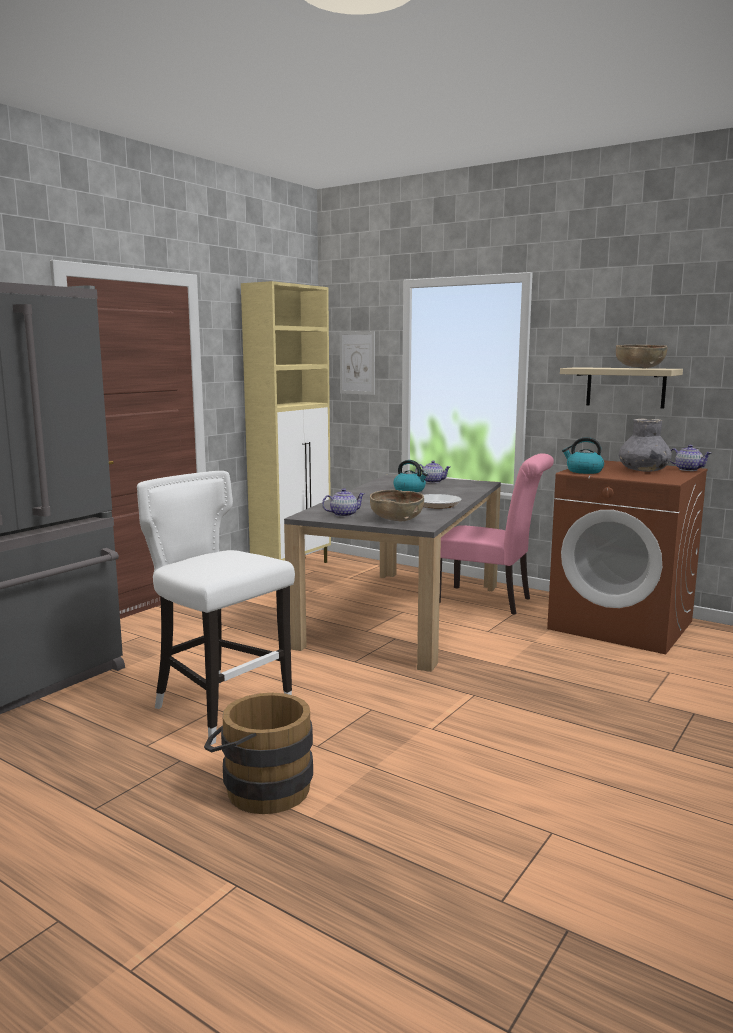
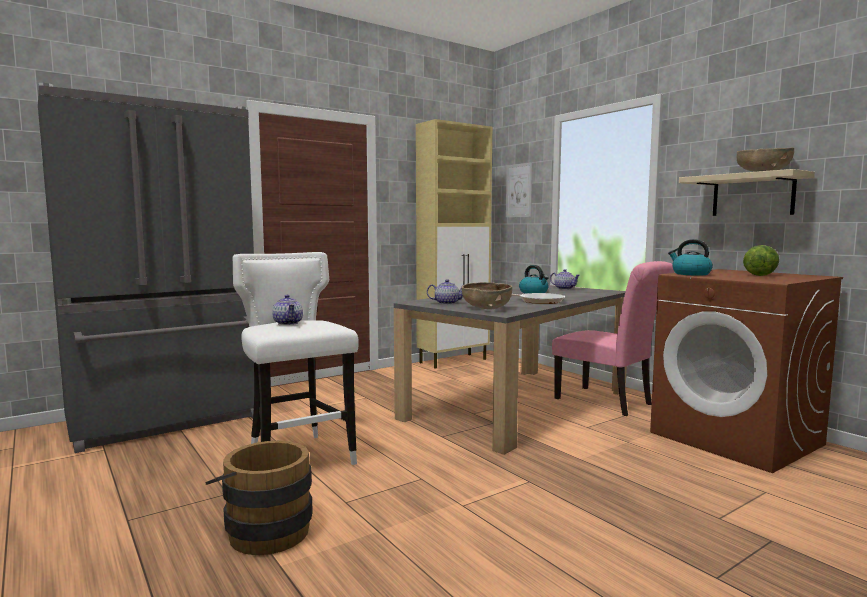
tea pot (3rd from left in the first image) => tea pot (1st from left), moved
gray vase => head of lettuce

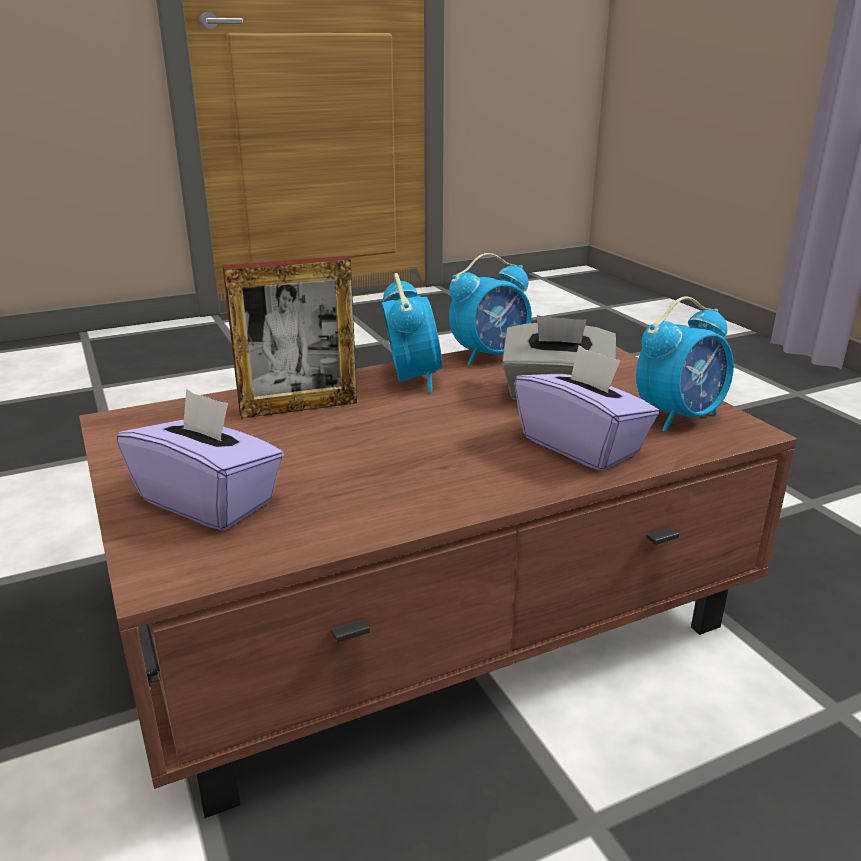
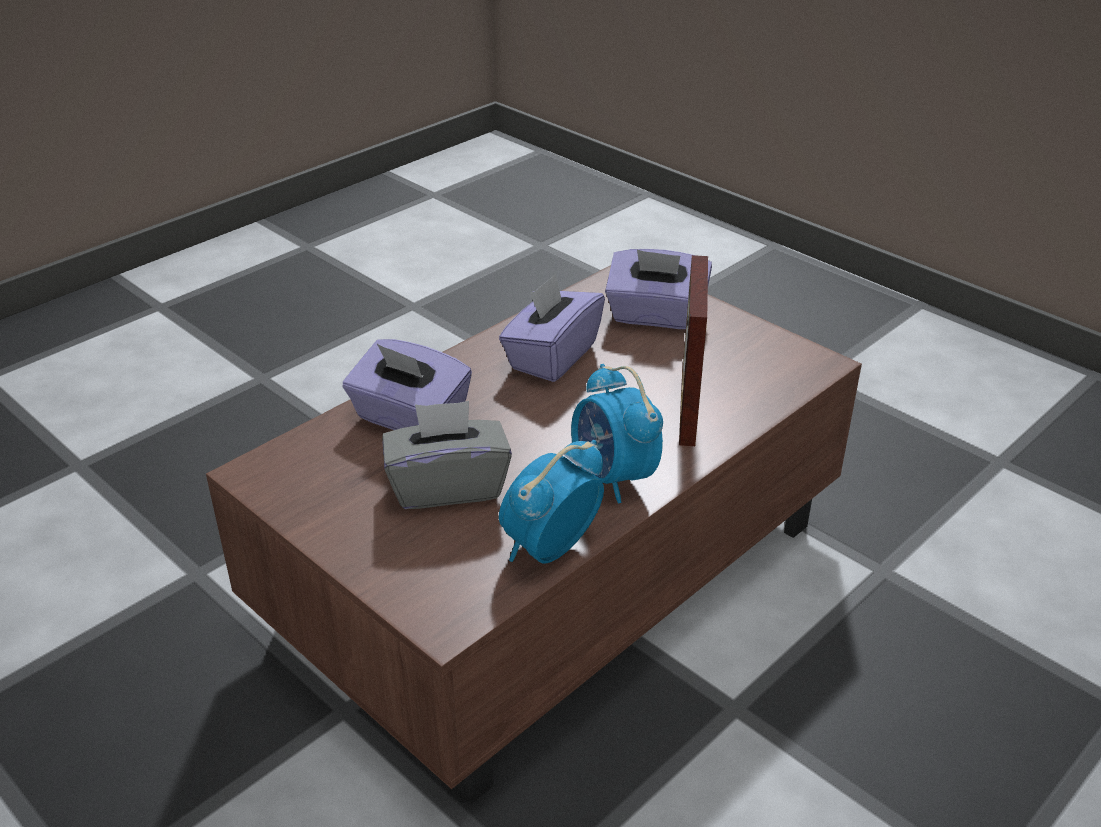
nothing => purplish box of tissues (2nd from left)
photo frame, 45 degrees counterclockwise
table clock (3rd from left) => nothing

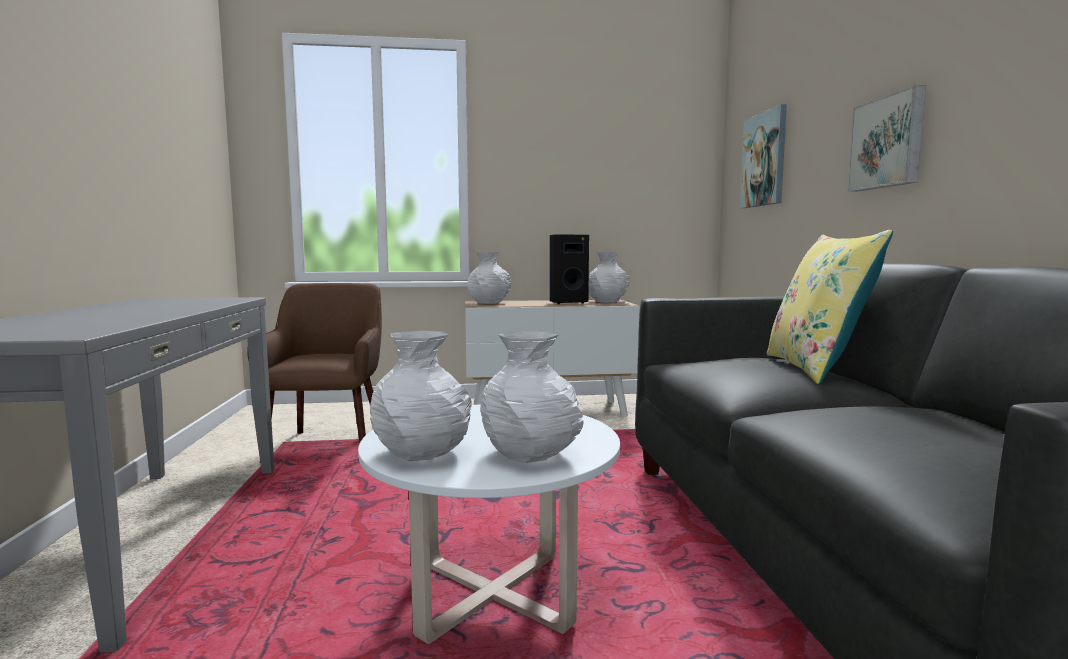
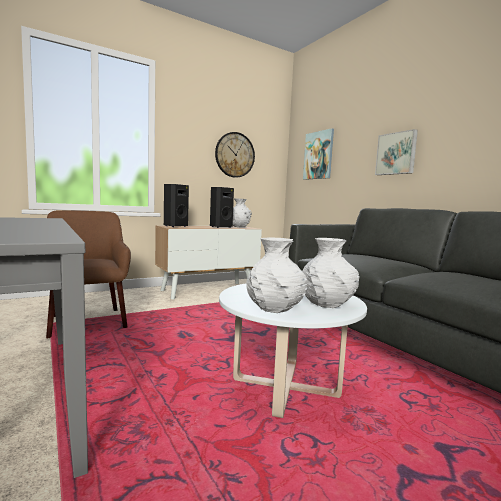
white-coloured vase (2nd from left) => blackish audio speaker (1st from left)
nothing => wall clock
yellow-coloured pillow => nothing

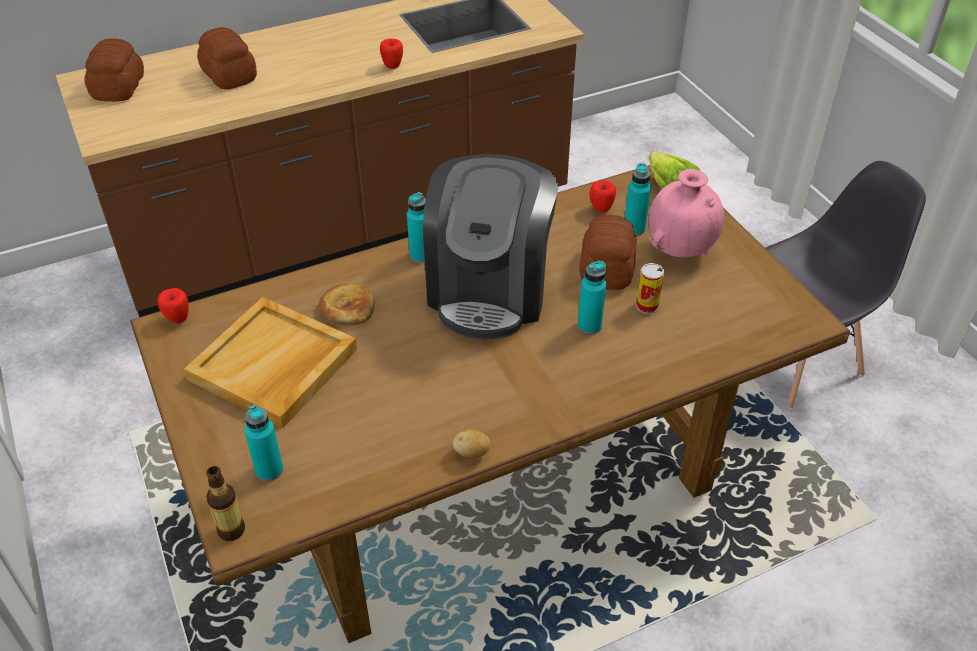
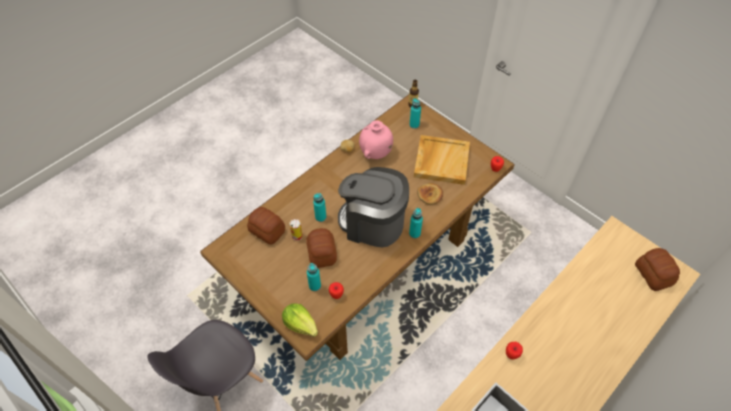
bakery bread (2nd from left in the first image) => bakery bread (1st from left), moved
coffee machine, 60 degrees counterclockwise
pinkish vase, moved

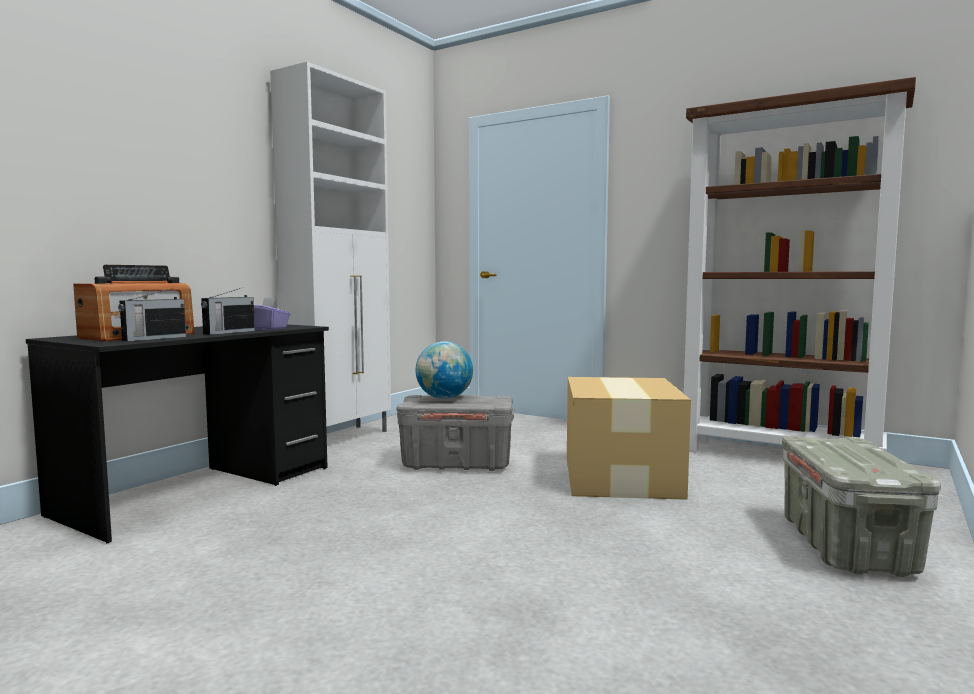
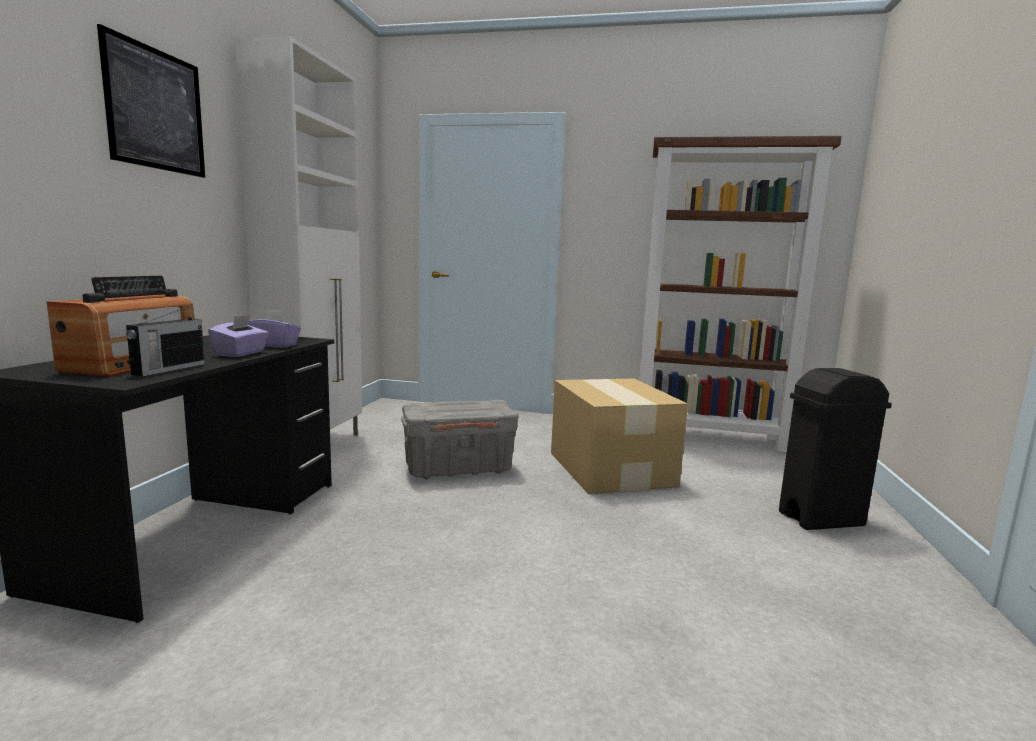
nothing => wall art
radio receiver (3rd from left) => purplish box of tissues (1st from left)
gray storage box (2nd from left) => blackish rubbish bin
globe => nothing

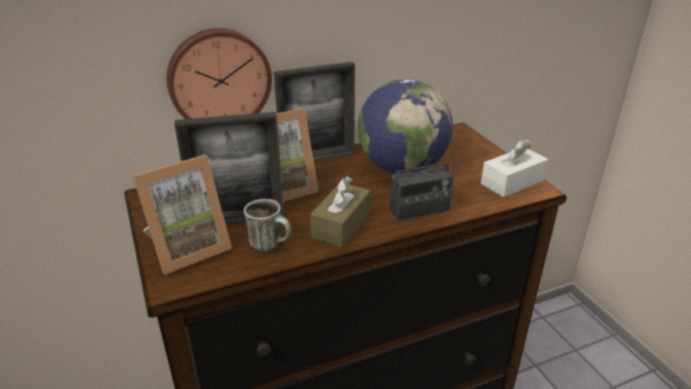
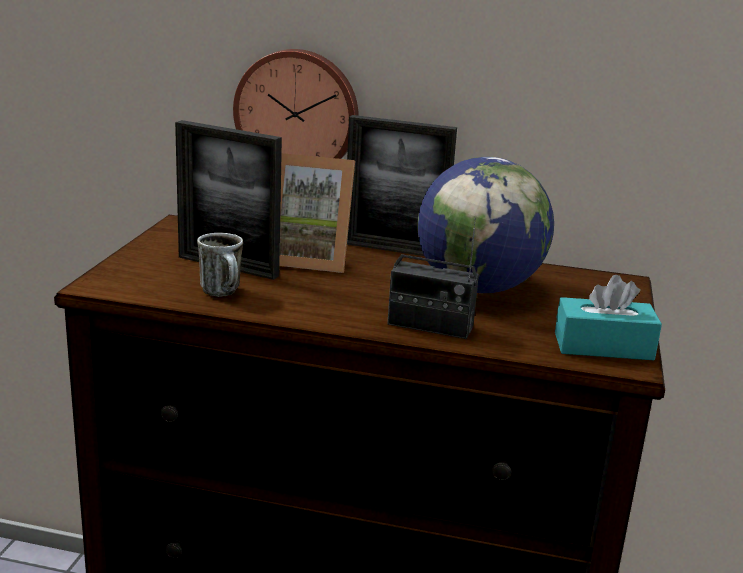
white-coloured box of tissues => turquoise box of tissues
photo frame (1st from left) => nothing
brownish box of tissues => nothing

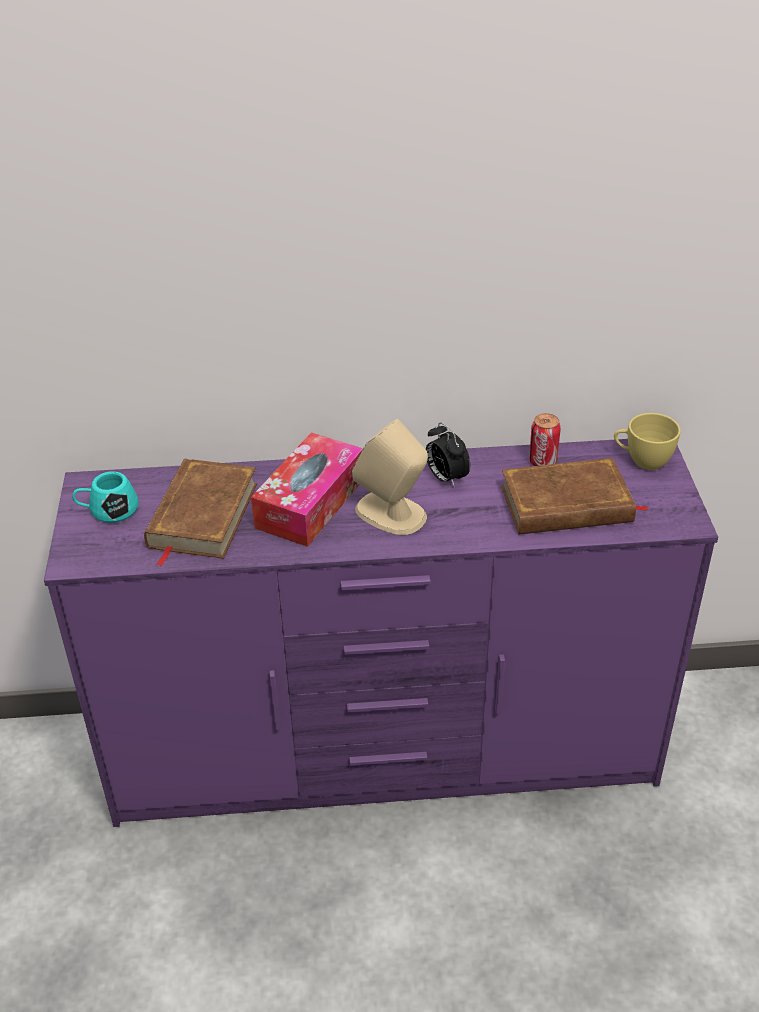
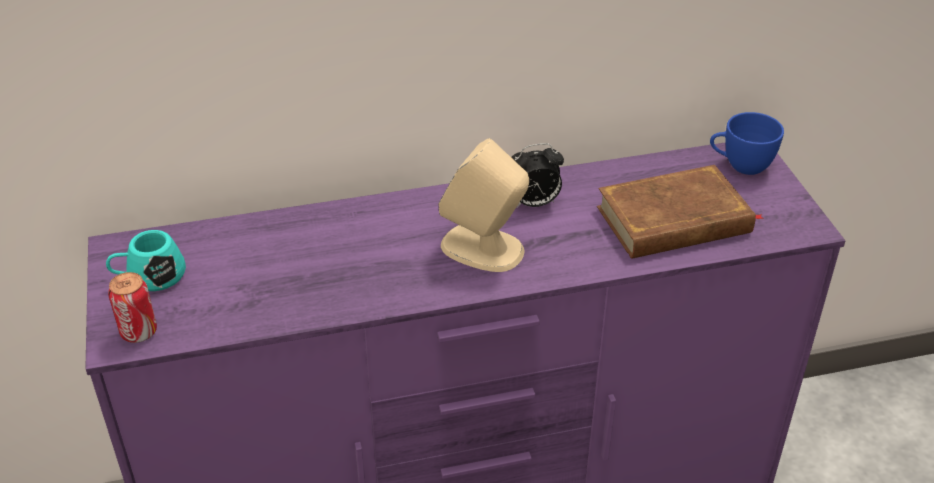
can, moved
table clock, 60 degrees counterclockwise
yellow-coloured small cup => bluish small cup
brownish bound book (1st from left) => nothing
box of tissues => nothing

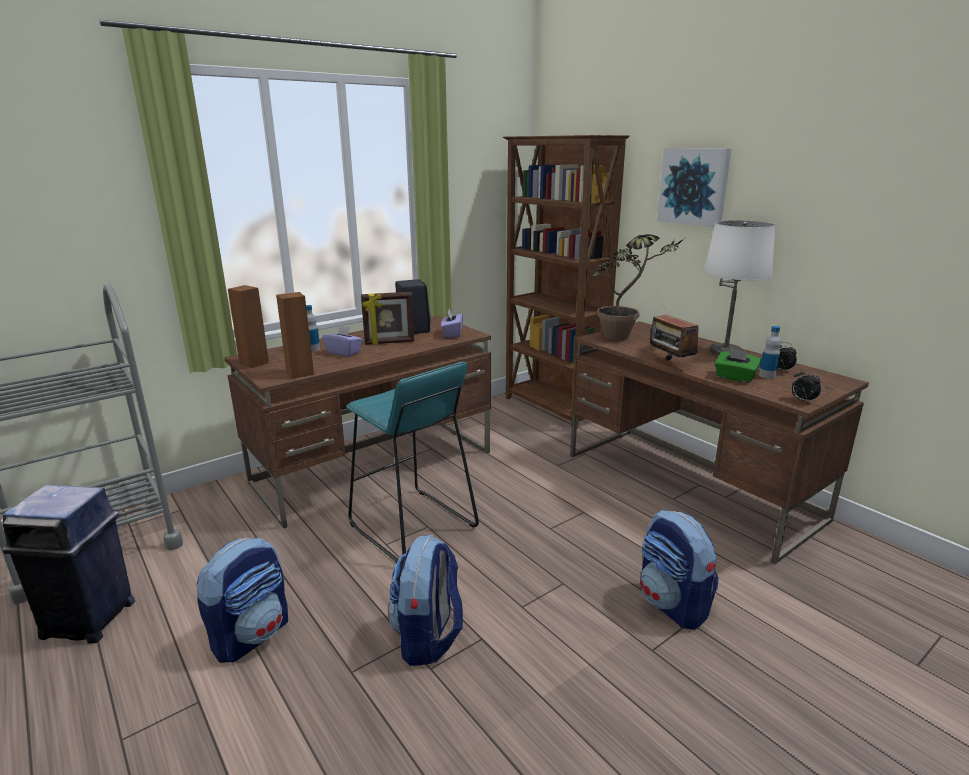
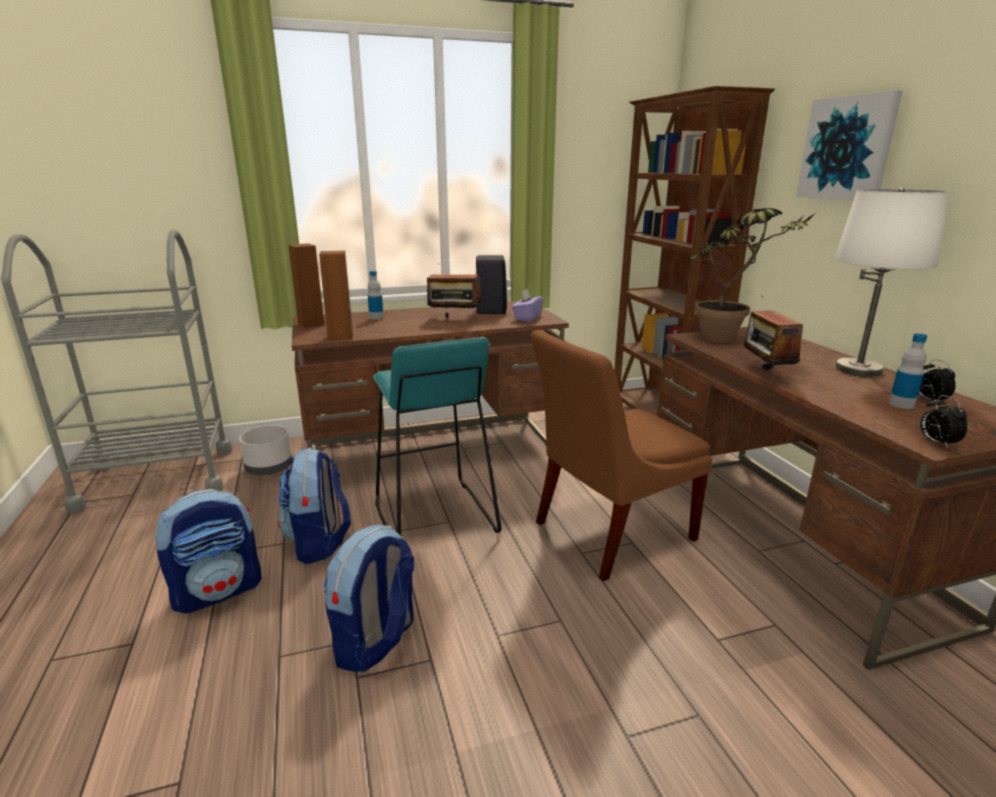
nothing => gray flower pot
rucksack (3rd from left in the first image) => rucksack (2nd from left), moved
photo frame => radio receiver (1st from left)
nothing => brownish plain chair
bluish rubbish bin => nothing
purplish box of tissues (1st from left) => nothing
greenish box of tissues => nothing

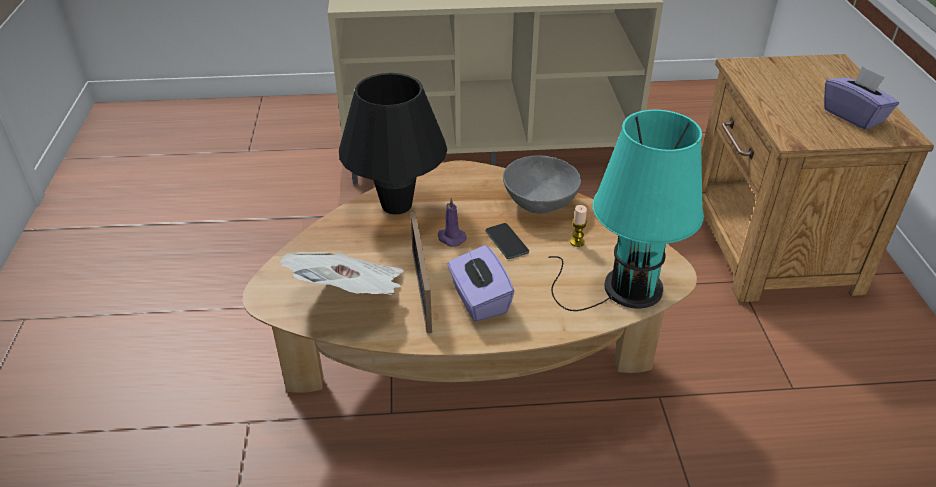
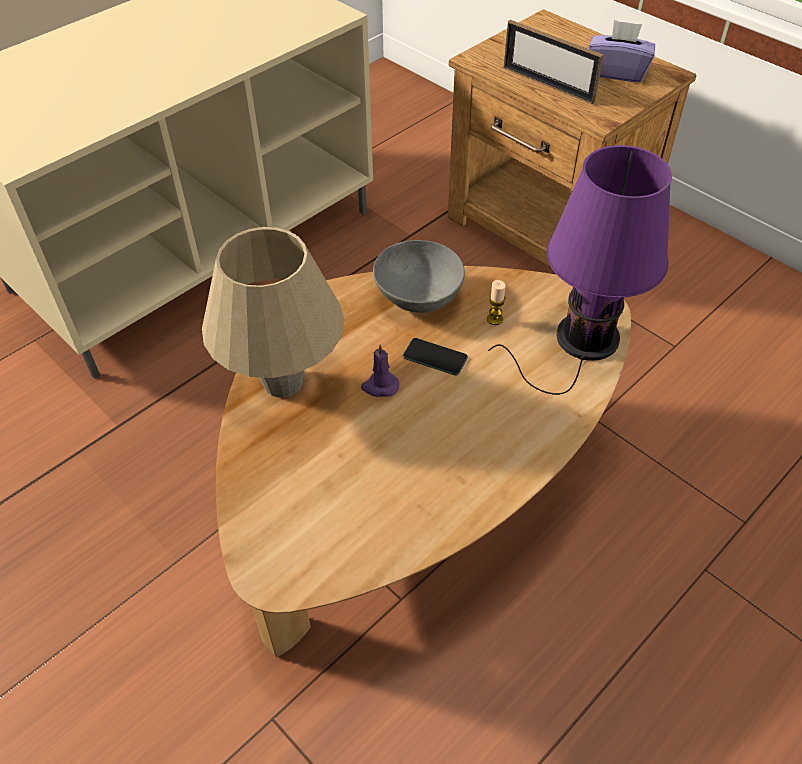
blackish lamp for a table => sand-coloured lamp for a table
turquoise lamp for a table => purplish lamp for a table
photo frame, moved
printed paper => nothing
purplish box of tissues (1st from left) => nothing

